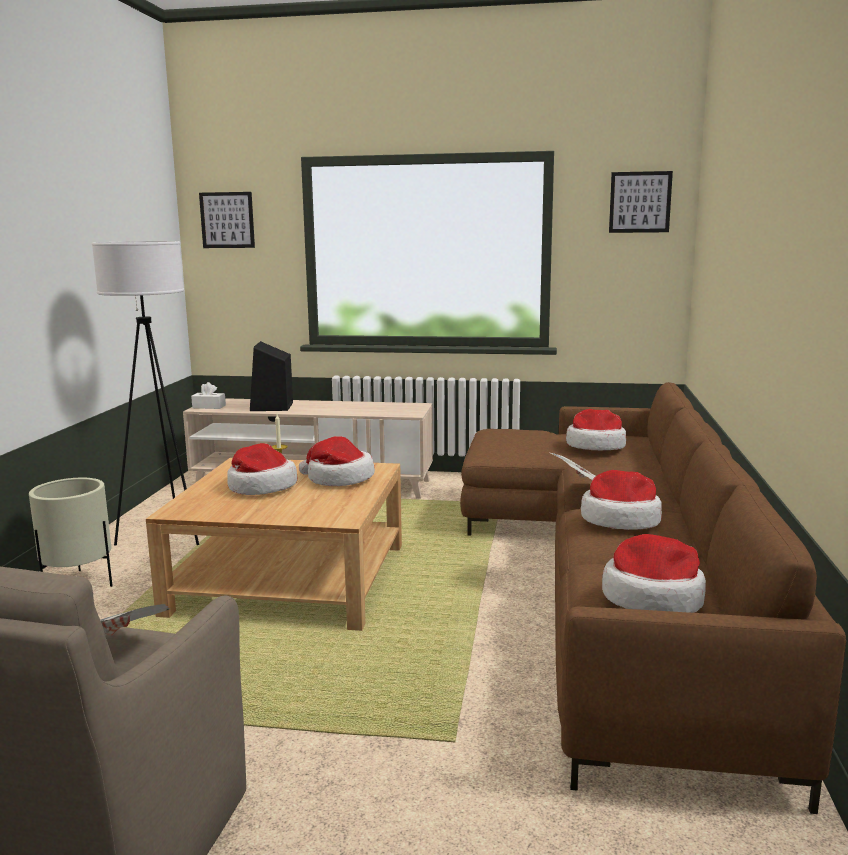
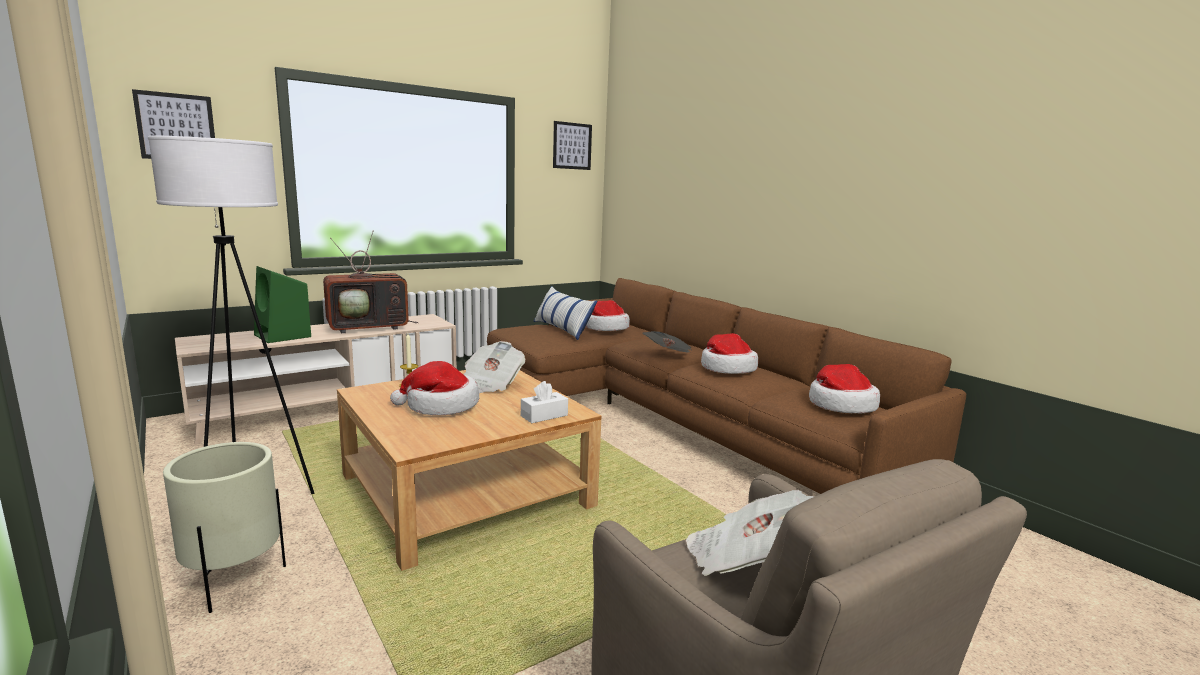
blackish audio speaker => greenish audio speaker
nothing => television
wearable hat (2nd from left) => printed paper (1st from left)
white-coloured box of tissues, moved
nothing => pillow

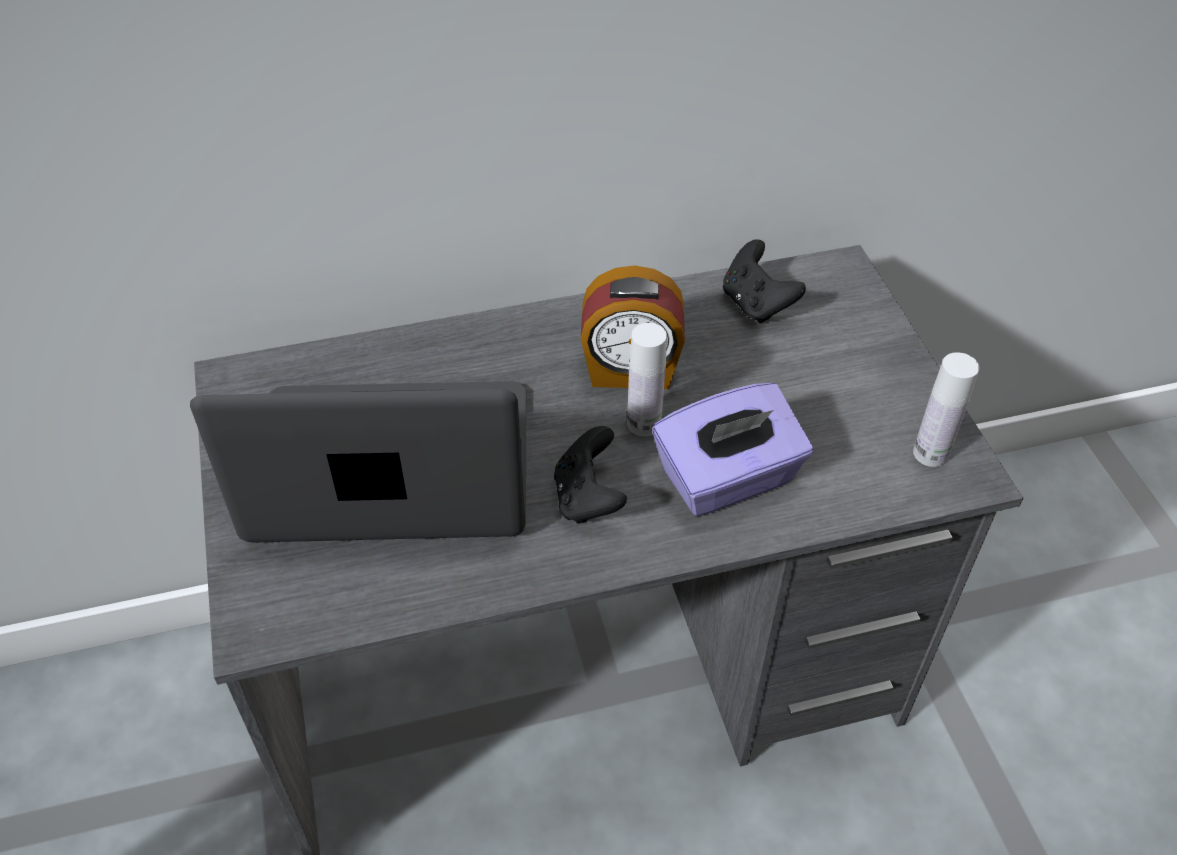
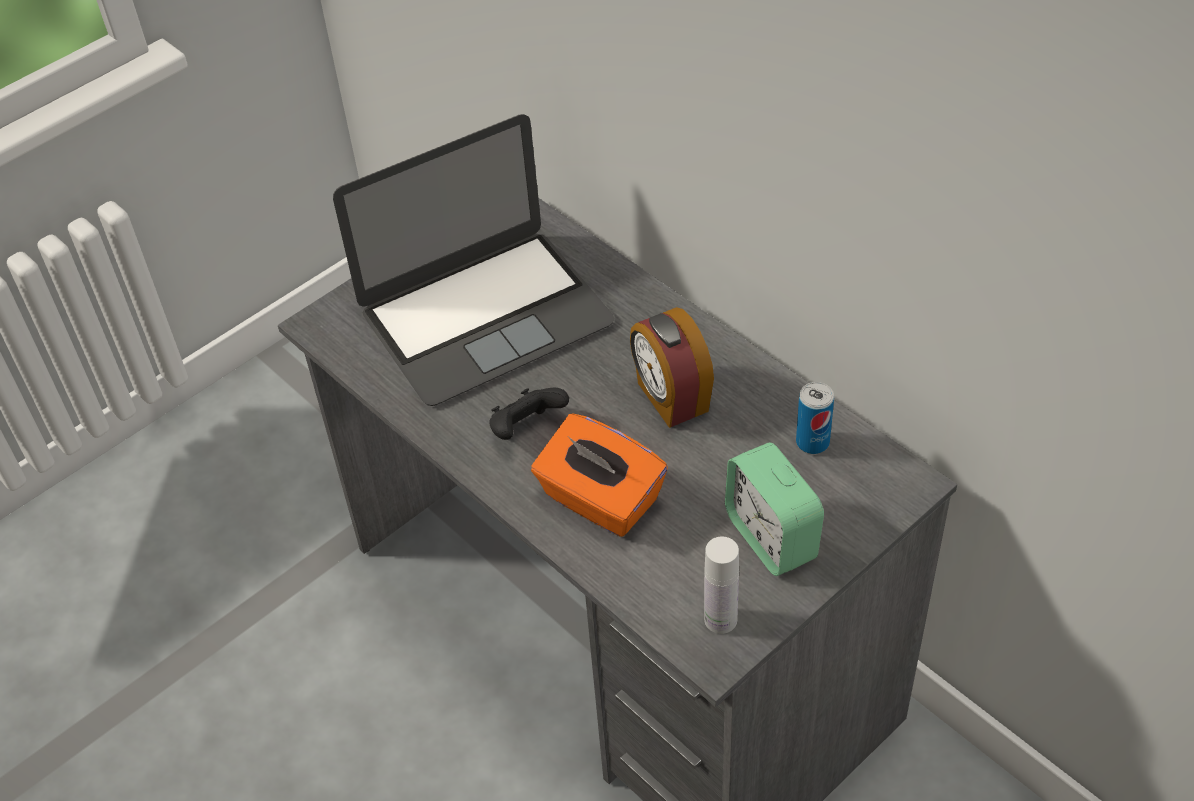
portable computer, 90 degrees clockwise
purplish box of tissues => orange-coloured box of tissues
nothing => table clock (2nd from left)
blackish gamepad (2nd from left) => can
white-coloured drink bottle (1st from left) => nothing

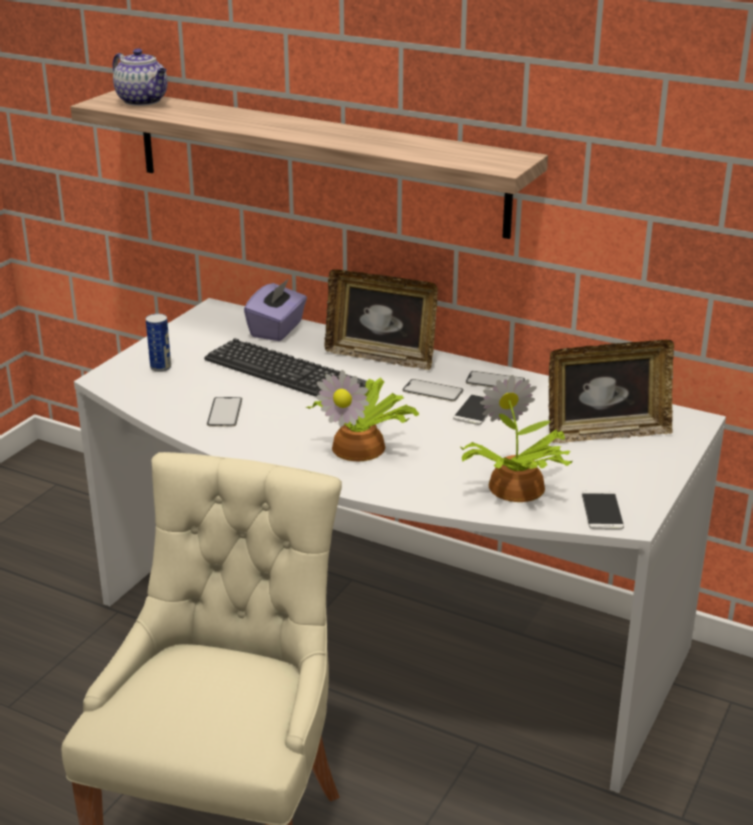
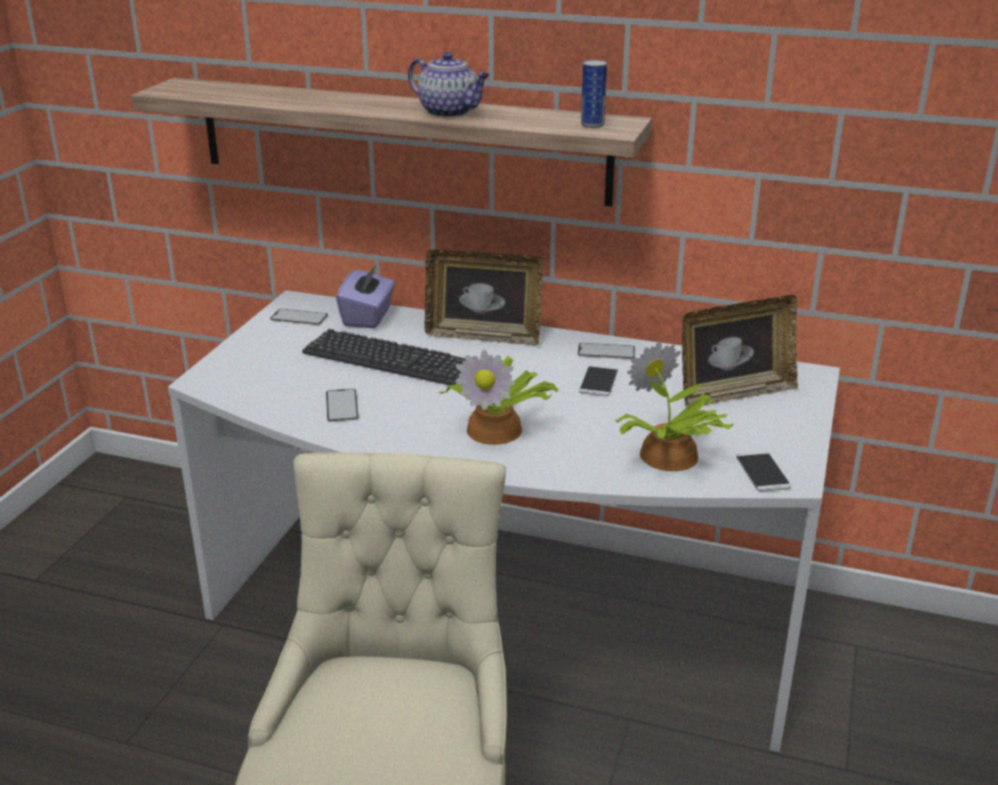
phone (2nd from left in the first image) => phone (1st from left), moved
tea pot, moved
can, moved

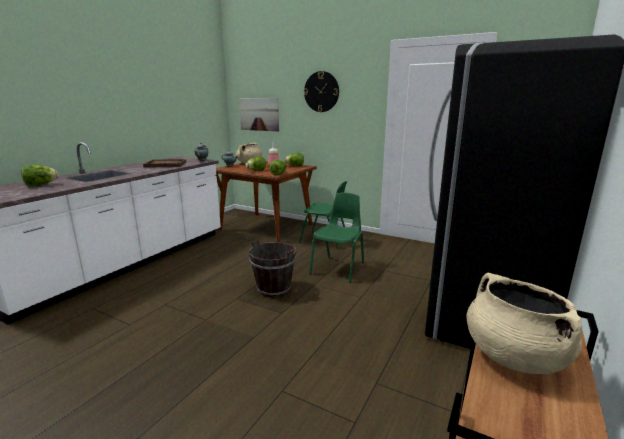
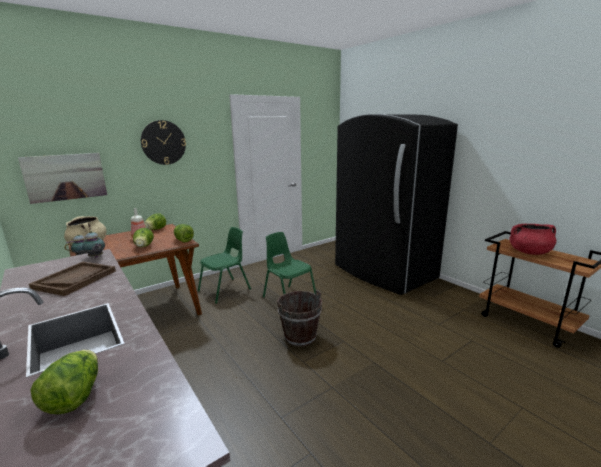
sand-coloured cooking pot (2nd from left) => reddish cooking pot

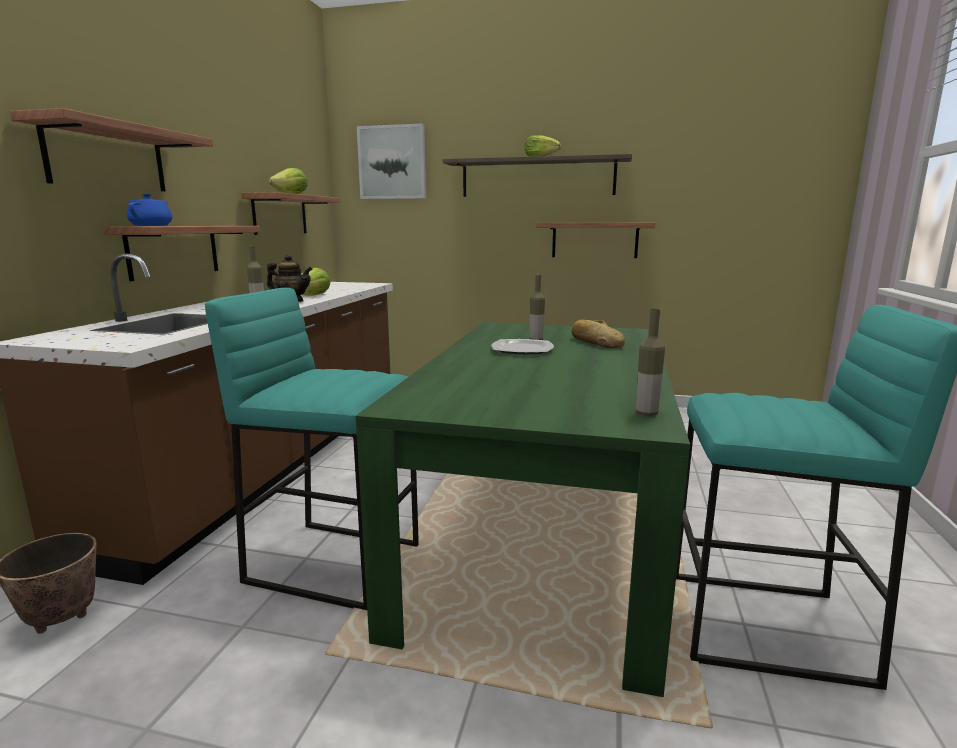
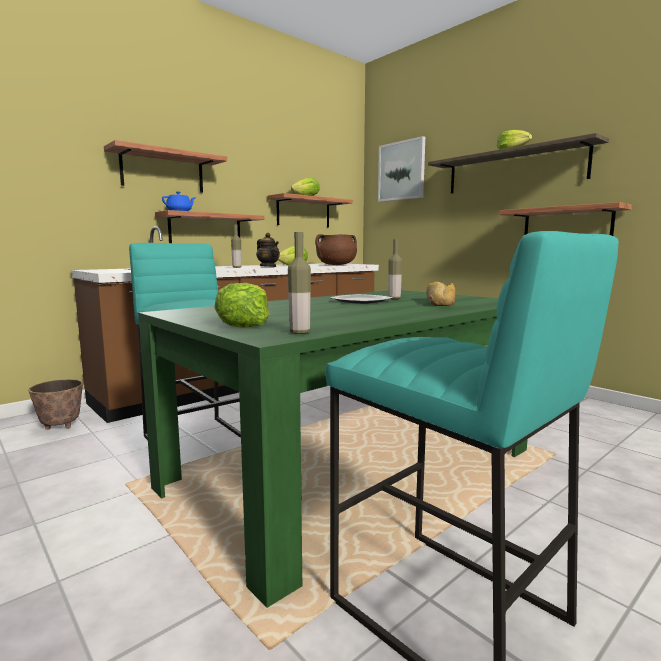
nothing => head of lettuce (1st from left)
nothing => brownish cooking pot

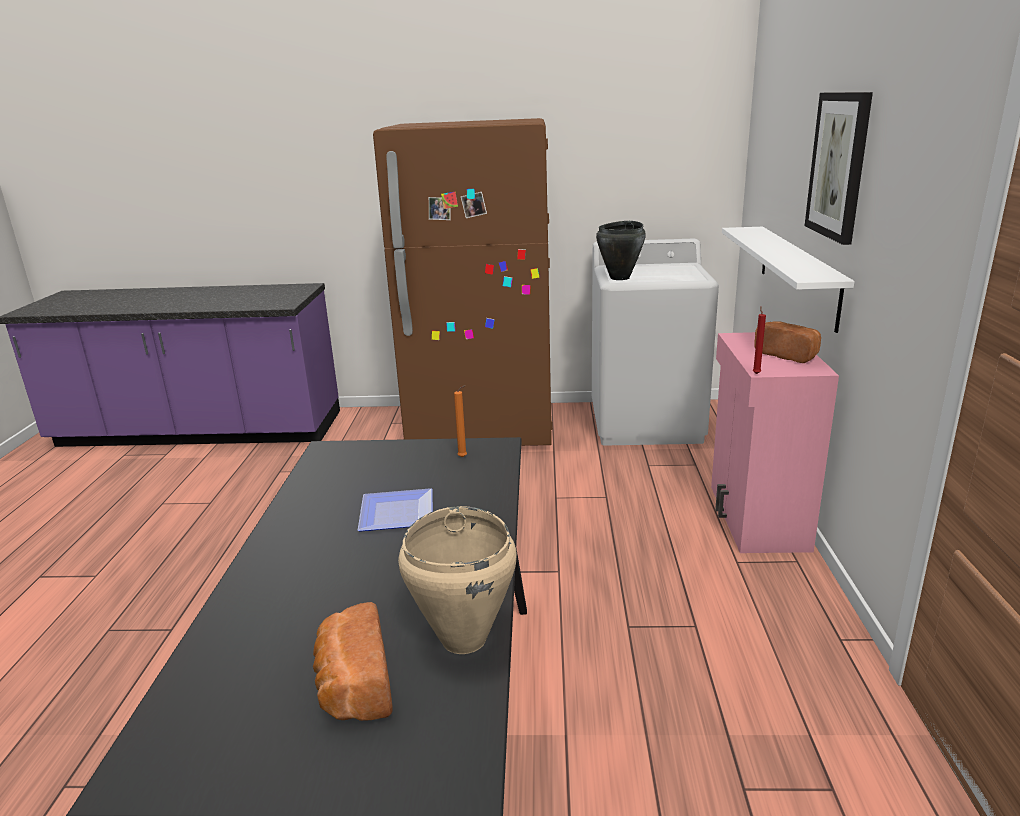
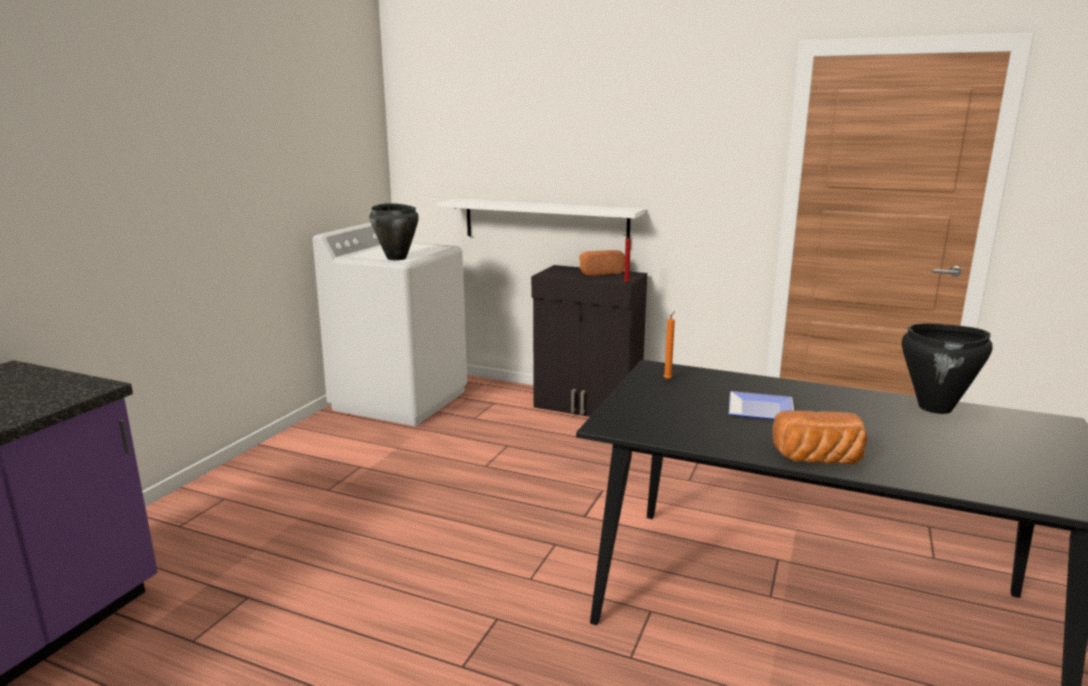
pinkish cabinet => blackish cabinet
bakery bread (1st from left in the first image) => bakery bread (2nd from left), moved
sand-coloured cooking pot => blackish cooking pot (2nd from left)
brownish kitchen fridge => nothing
wall art => nothing

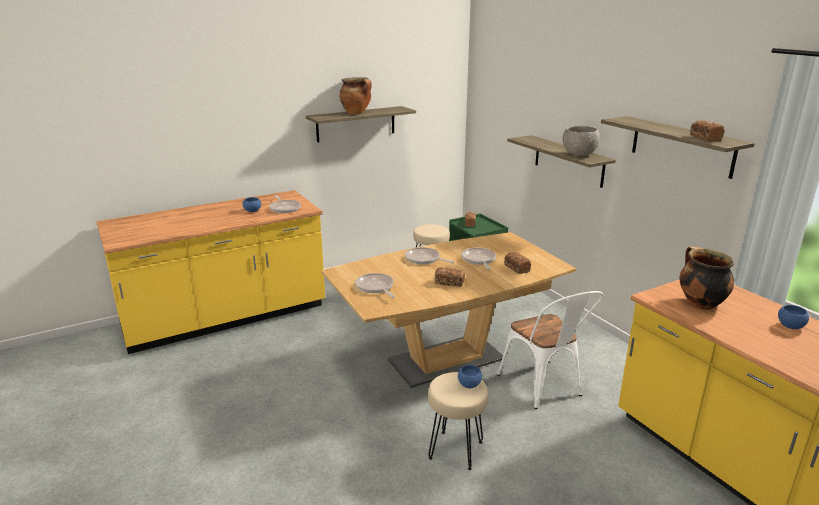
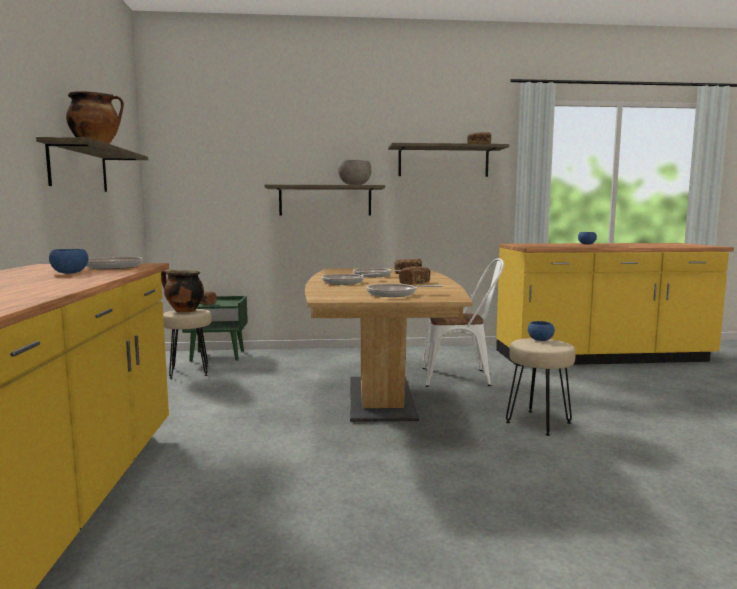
cooking pot (2nd from left), moved

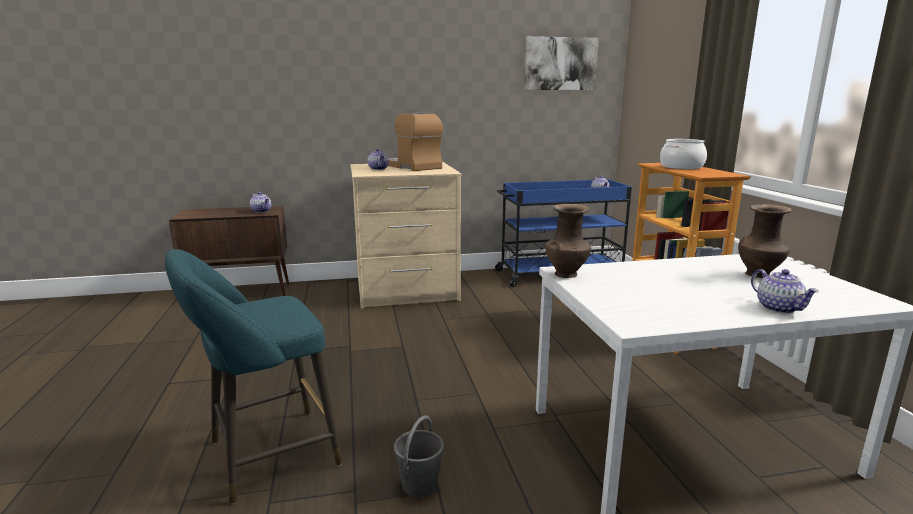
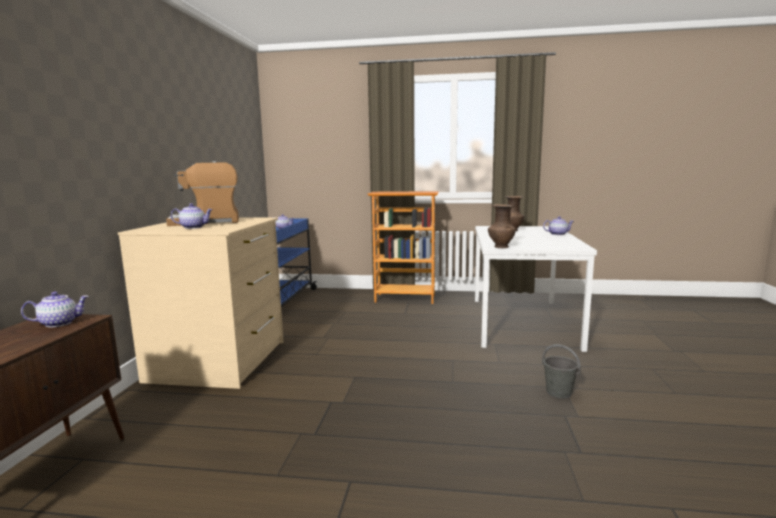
turquoise stool => nothing
wall art => nothing
cooking pot => nothing

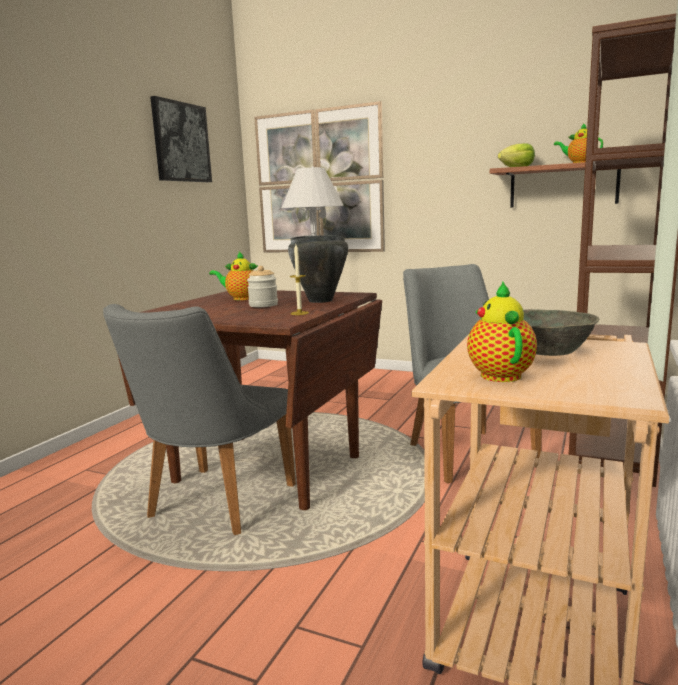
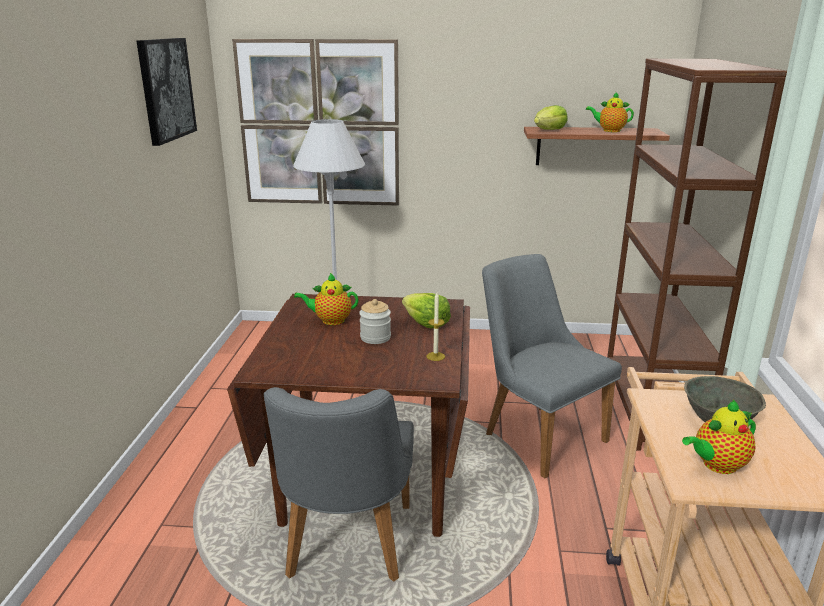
blackish cooking pot => head of lettuce (1st from left)
tea pot (2nd from left in the first image) => tea pot (3rd from left), 90 degrees counterclockwise

